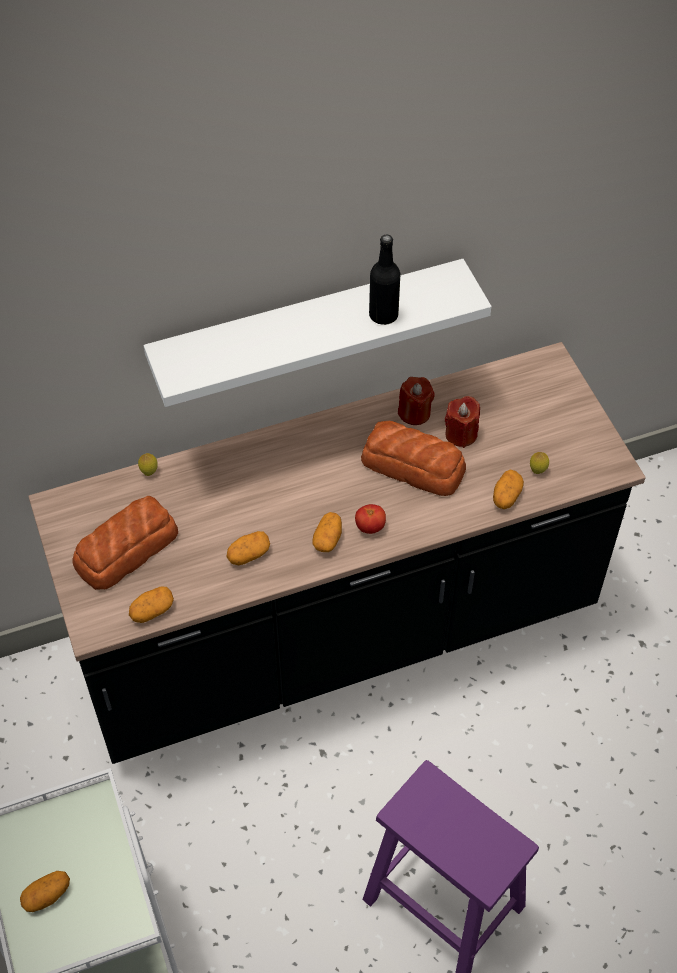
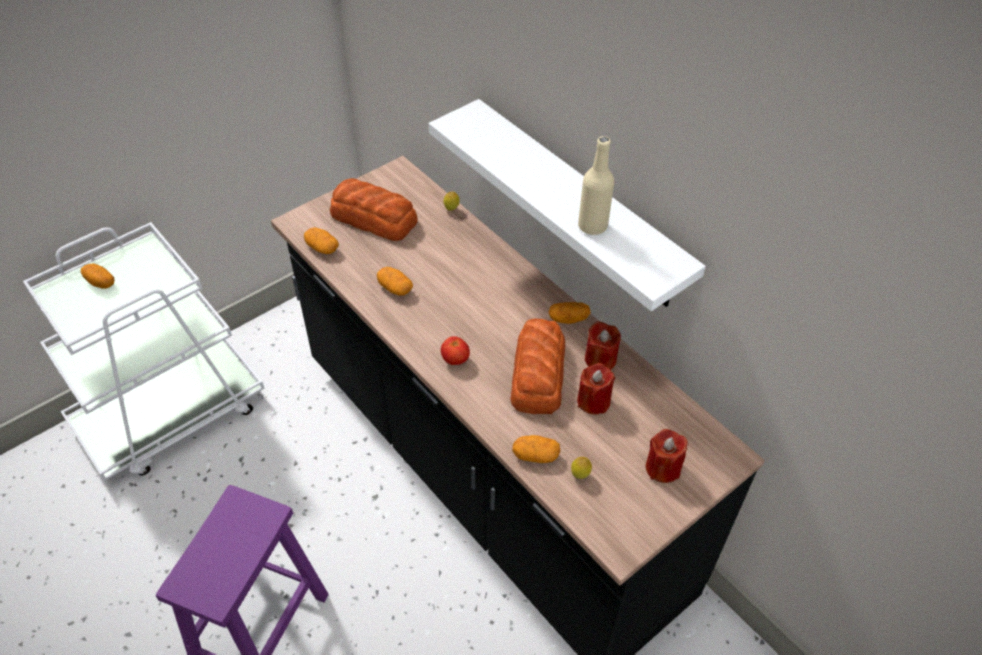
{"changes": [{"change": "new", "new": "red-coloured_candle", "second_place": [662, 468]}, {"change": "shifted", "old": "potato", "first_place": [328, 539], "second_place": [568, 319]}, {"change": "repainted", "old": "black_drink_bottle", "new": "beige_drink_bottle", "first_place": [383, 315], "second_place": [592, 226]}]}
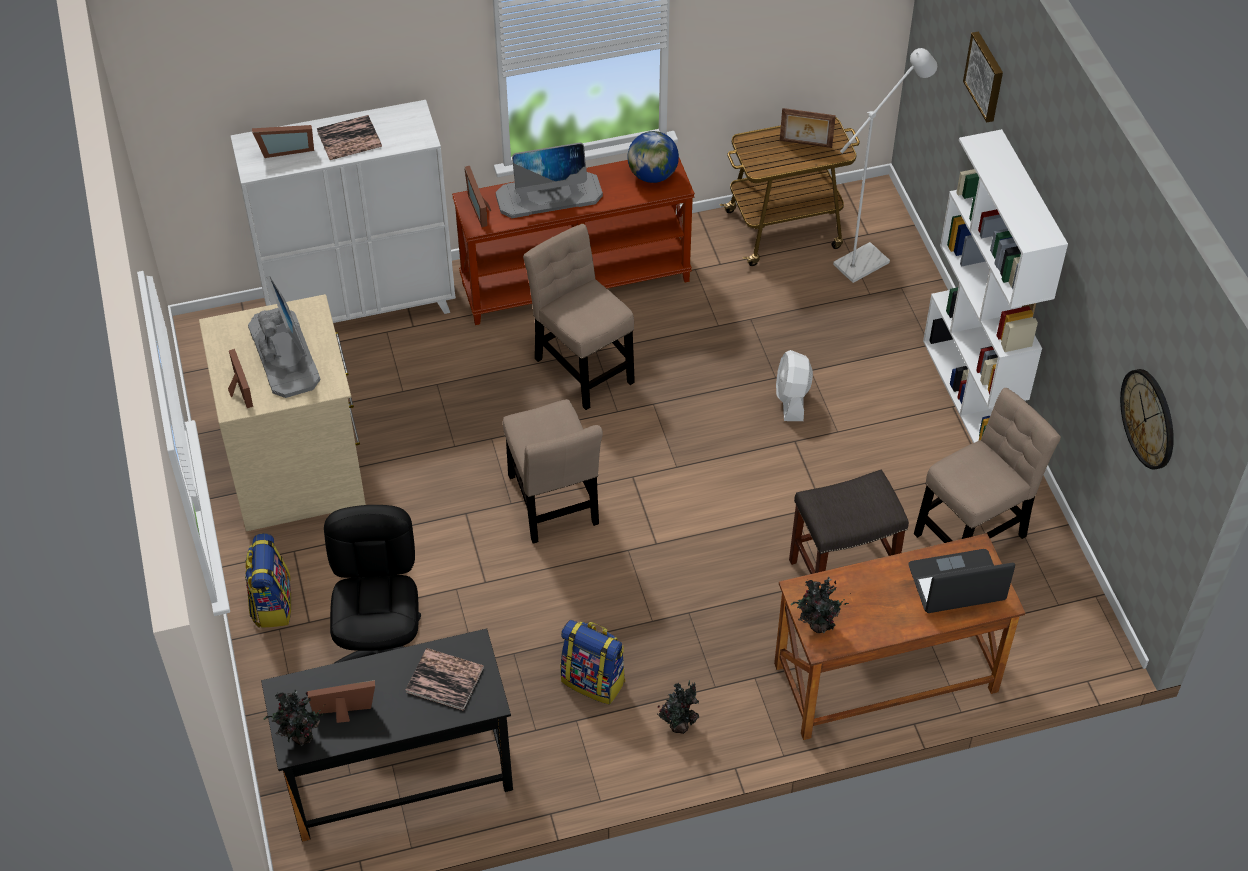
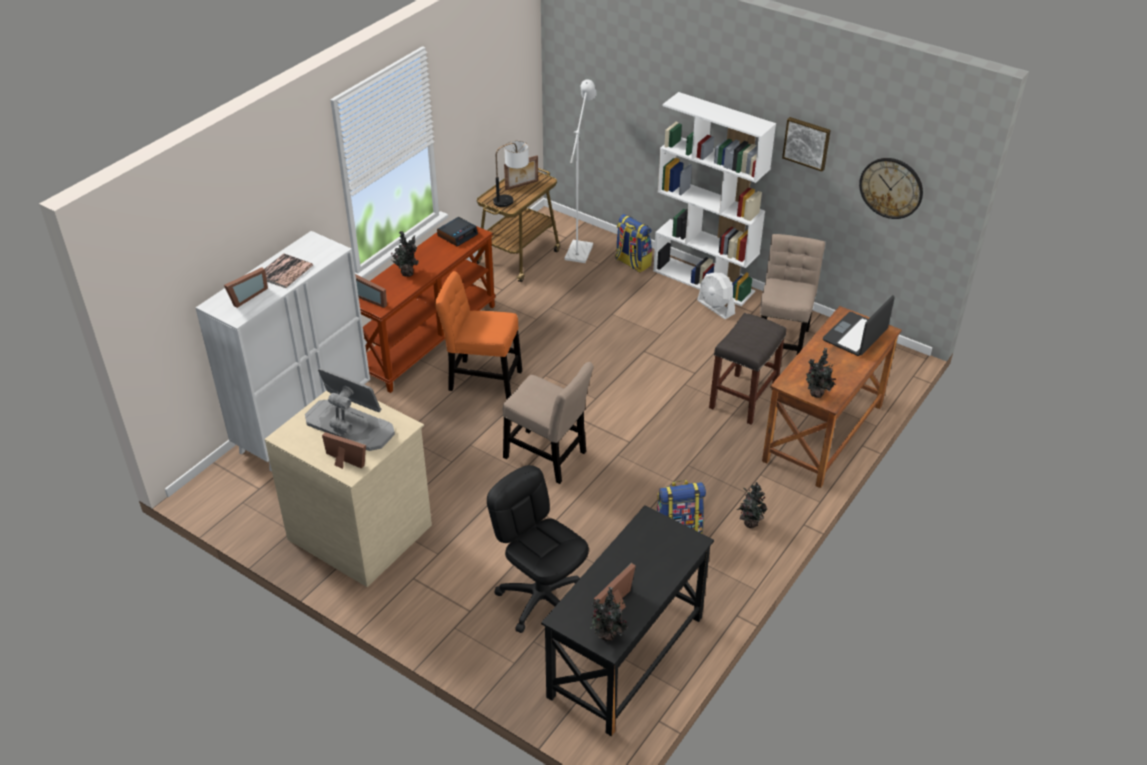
{"changes": [{"change": "gone", "old": "book", "first_place": [445, 679]}, {"change": "new", "new": "table_lamp", "second_place": [511, 198]}, {"change": "shifted", "old": "knapsack", "first_place": [271, 603], "second_place": [632, 263]}, {"change": "shifted", "old": "white-coloured_fan", "first_place": [792, 399], "second_place": [716, 307]}, {"change": "shifted", "old": "picture", "first_place": [986, 76], "second_place": [807, 143]}, {"change": "swapped", "old": "monitor", "new": "houseplant", "first_place": [550, 195], "second_place": [407, 272]}, {"change": "swapped", "old": "desk_globe", "new": "table_clock", "first_place": [652, 175], "second_place": [457, 235]}, {"change": "repainted", "old": "beige_chair", "new": "orangey_chair", "first_place": [582, 366], "second_place": [481, 379]}]}
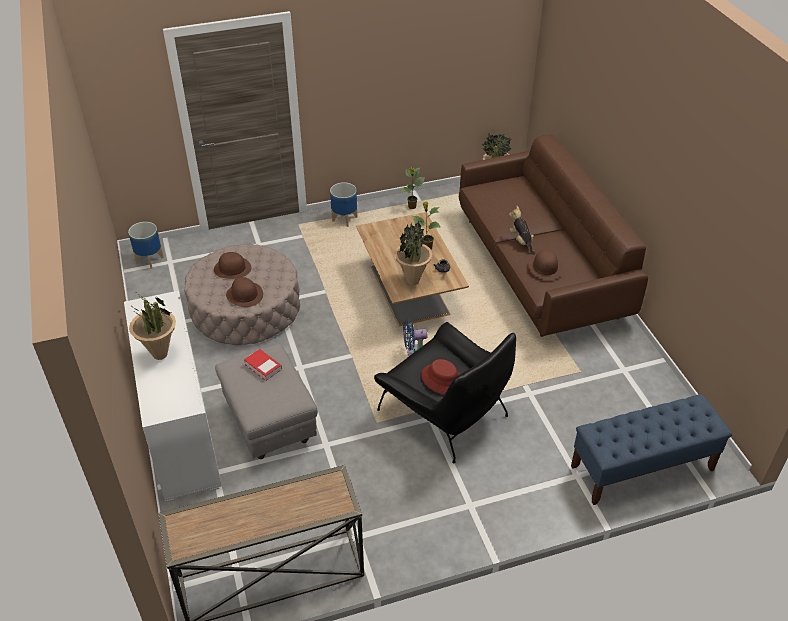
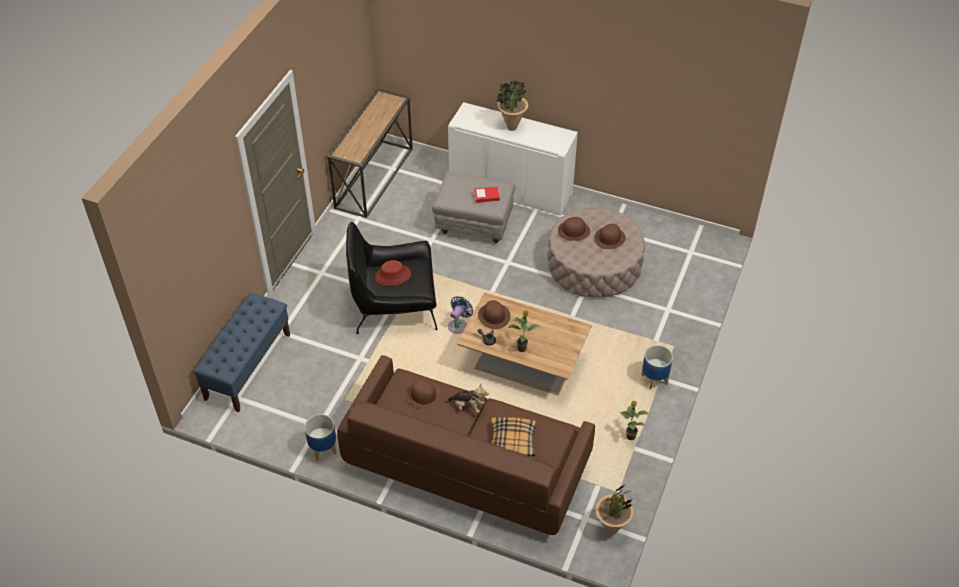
{"changes": [{"change": "new", "new": "cushion", "second_place": [512, 441]}, {"change": "shifted", "old": "planter", "first_place": [150, 260], "second_place": [322, 449]}, {"change": "swapped", "old": "houseplant", "new": "brownish_hat", "first_place": [412, 281], "second_place": [493, 316]}]}
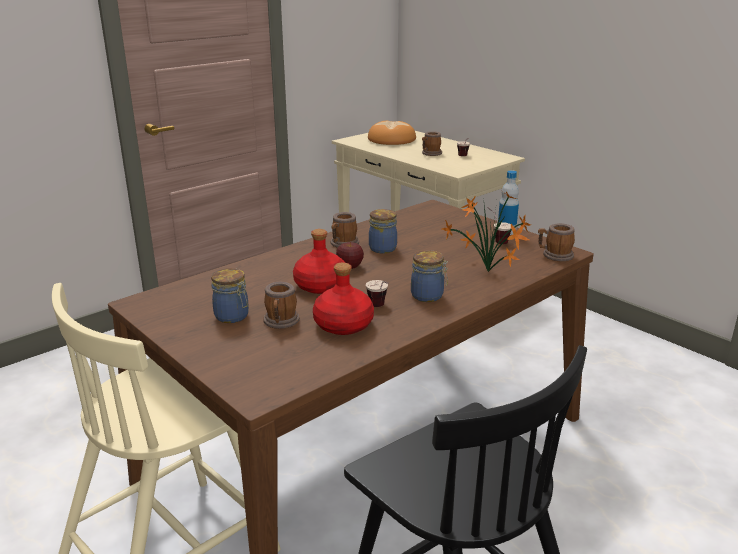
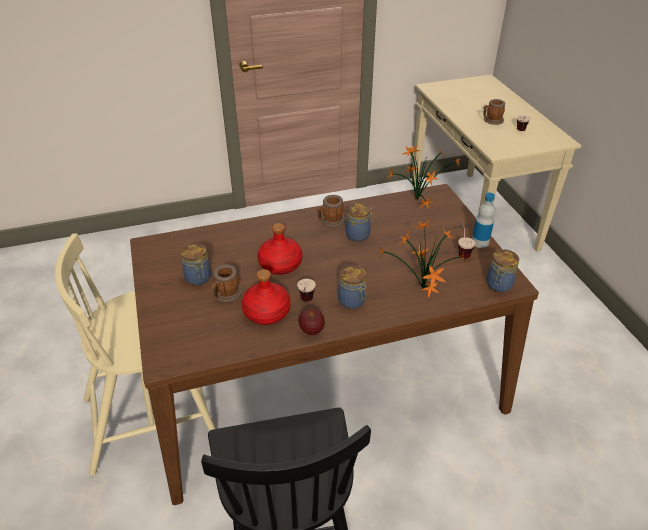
{"changes": [{"change": "gone", "old": "bakery_bread", "first_place": [391, 139]}, {"change": "new", "new": "houseplant", "second_place": [416, 199]}, {"change": "shifted", "old": "apple_fruit", "first_place": [350, 266], "second_place": [311, 330]}, {"change": "swapped", "old": "tea_mug", "new": "preserve_jar", "first_place": [554, 255], "second_place": [498, 285]}]}
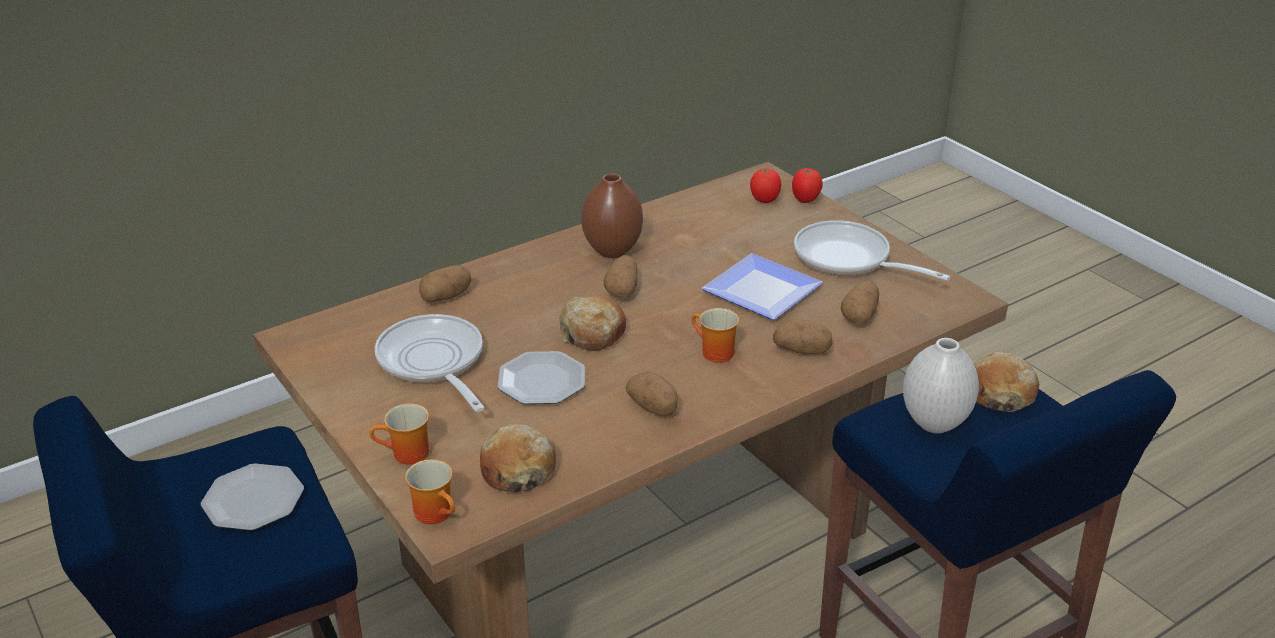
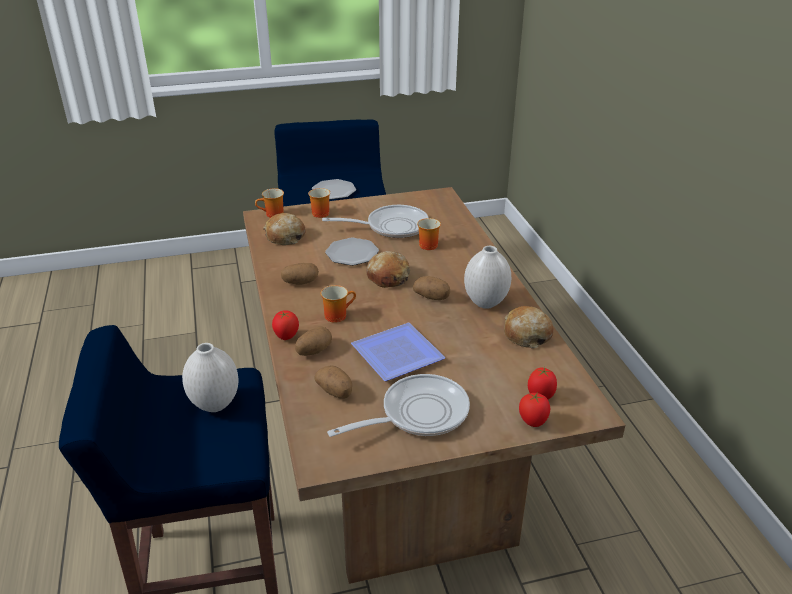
{"changes": [{"change": "gone", "old": "potato", "first_place": [446, 297]}, {"change": "new", "new": "tomato", "second_place": [286, 337]}, {"change": "new", "new": "tea_mug", "second_place": [427, 244]}, {"change": "shifted", "old": "bakery_bread", "first_place": [1000, 393], "second_place": [527, 334]}, {"change": "repainted", "old": "brownish_decorative_vase", "new": "white-coloured_decorative_vase", "first_place": [613, 251], "second_place": [485, 303]}]}
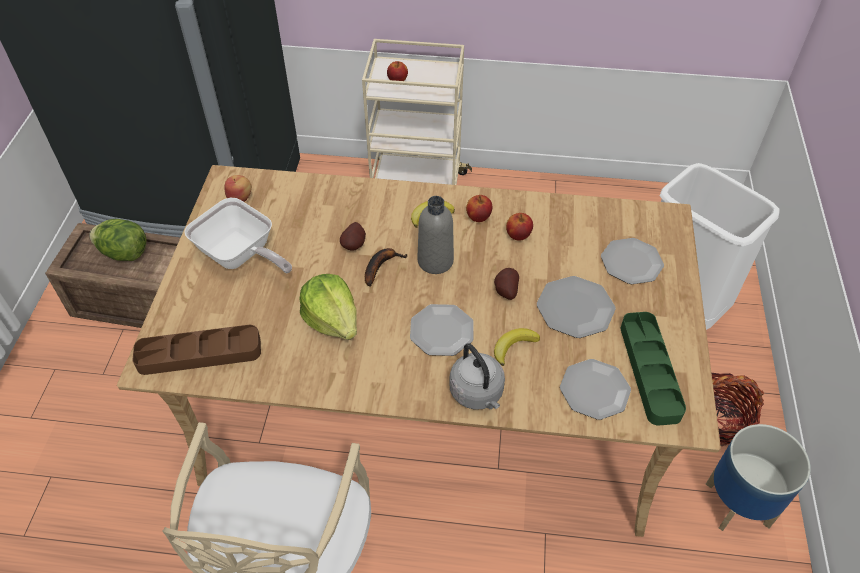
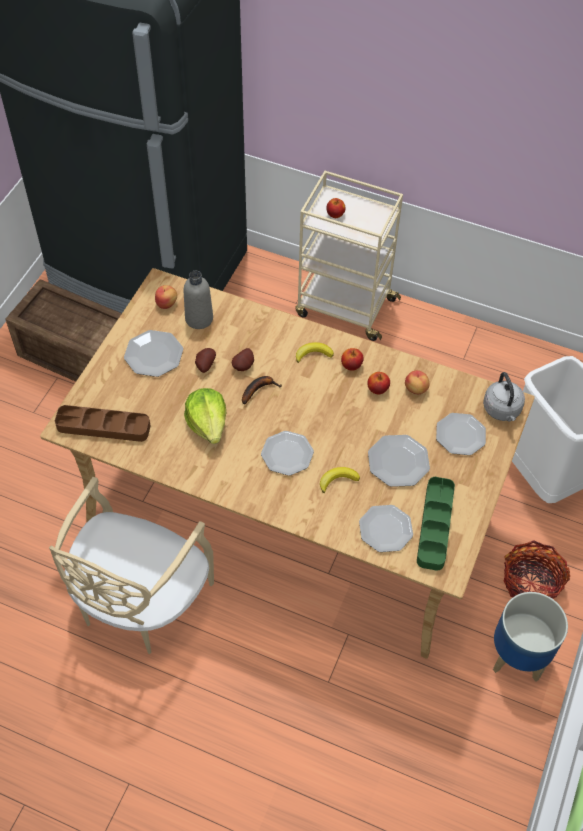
{"changes": [{"change": "gone", "old": "lettuce", "first_place": [124, 253]}, {"change": "new", "new": "apple_fruit", "second_place": [415, 389]}, {"change": "shifted", "old": "gray_drink_bottle", "first_place": [435, 261], "second_place": [199, 319]}, {"change": "shifted", "old": "gray_water_kettle", "first_place": [477, 393], "second_place": [502, 410]}, {"change": "shifted", "old": "potato", "first_place": [505, 291], "second_place": [204, 365]}, {"change": "swapped", "old": "pan", "new": "plate", "first_place": [240, 256], "second_place": [153, 355]}]}
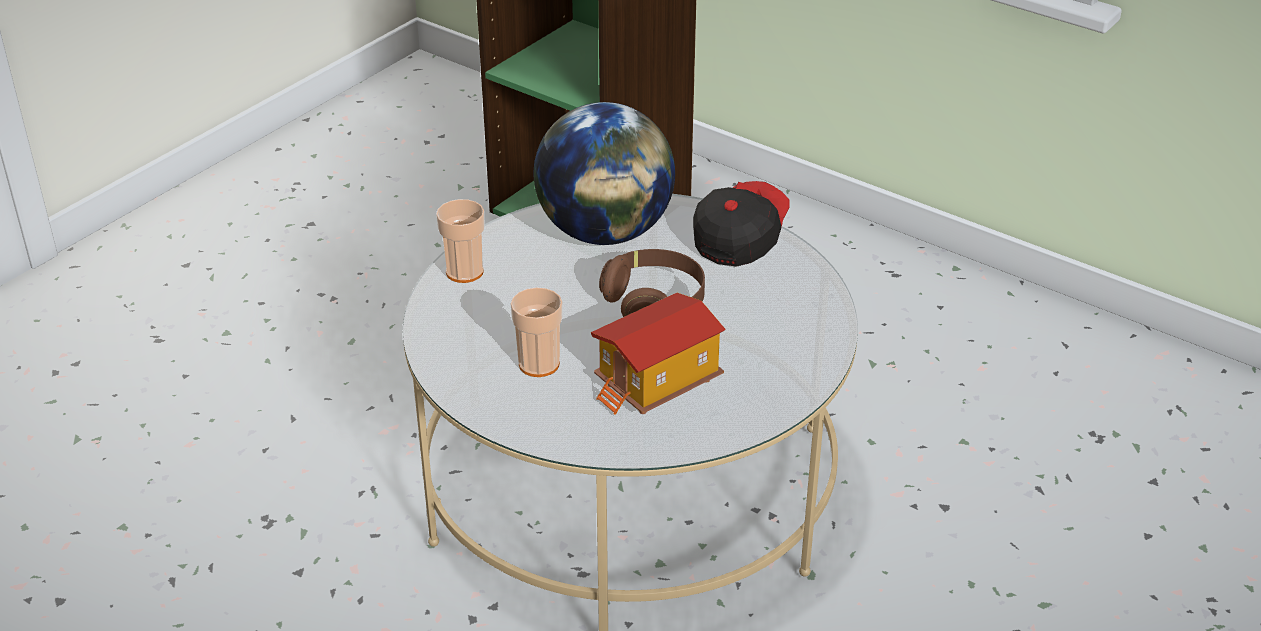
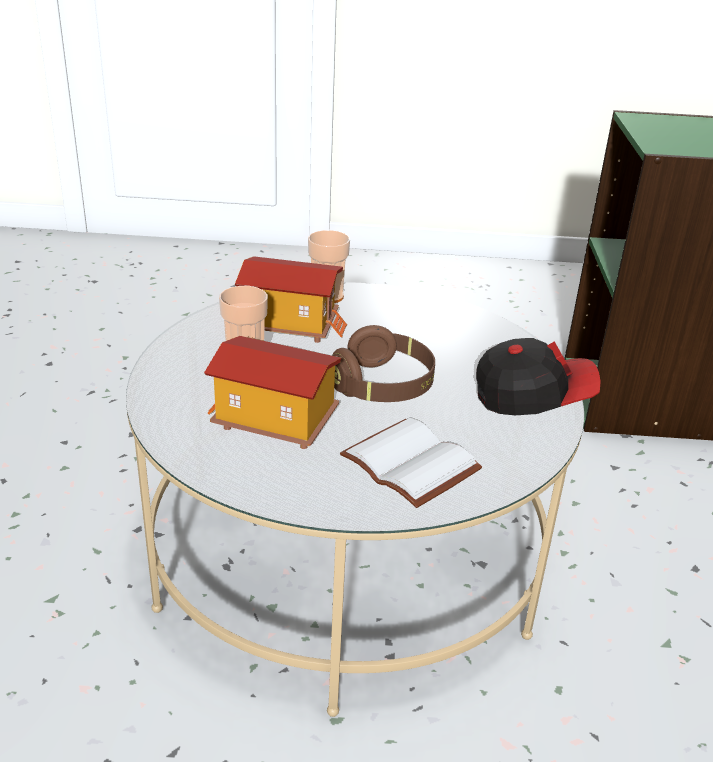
{"changes": [{"change": "gone", "old": "desk_globe", "first_place": [605, 233]}, {"change": "new", "new": "toy_house", "second_place": [290, 325]}, {"change": "new", "new": "white-coloured_book", "second_place": [406, 465]}]}
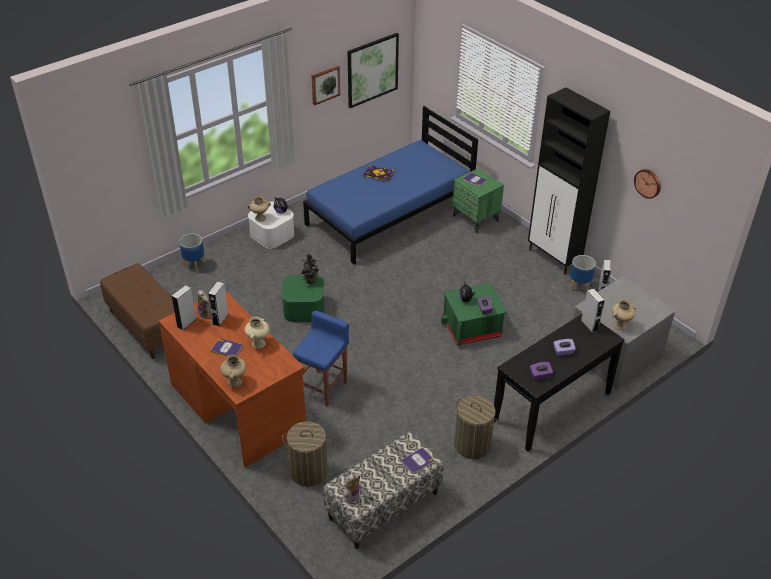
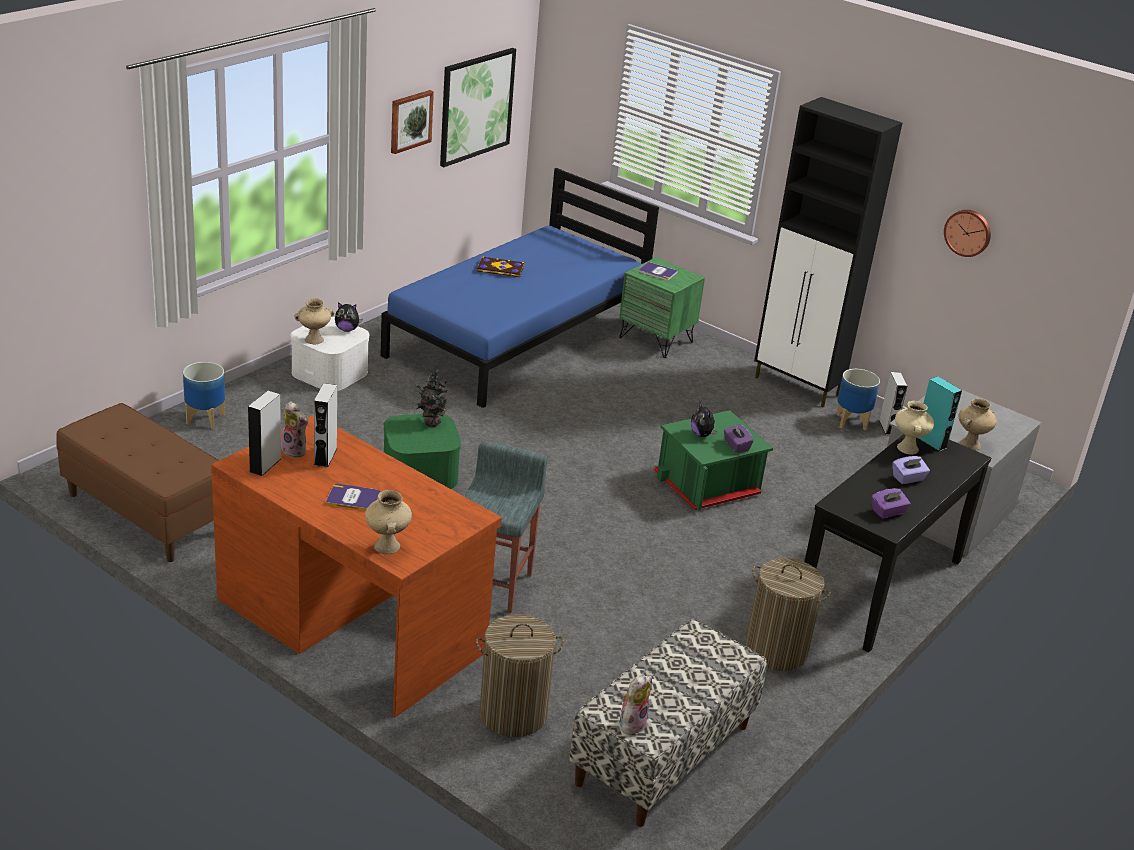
{"changes": [{"change": "gone", "old": "book", "first_place": [417, 461]}, {"change": "shifted", "old": "beige_decorative_vase", "first_place": [258, 343], "second_place": [907, 448]}, {"change": "repainted", "old": "bluish_sitting_stool", "new": "gray_sitting_stool", "first_place": [323, 387], "second_place": [493, 585]}, {"change": "repainted", "old": "gray_loudspeaker", "new": "turquoise_loudspeaker", "first_place": [589, 325], "second_place": [930, 442]}]}
